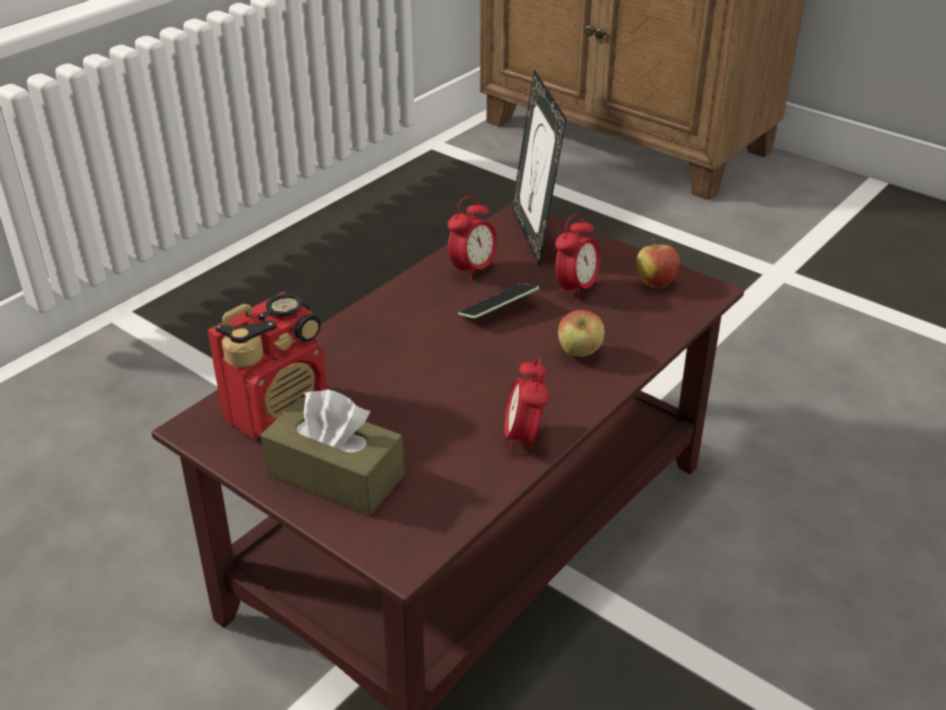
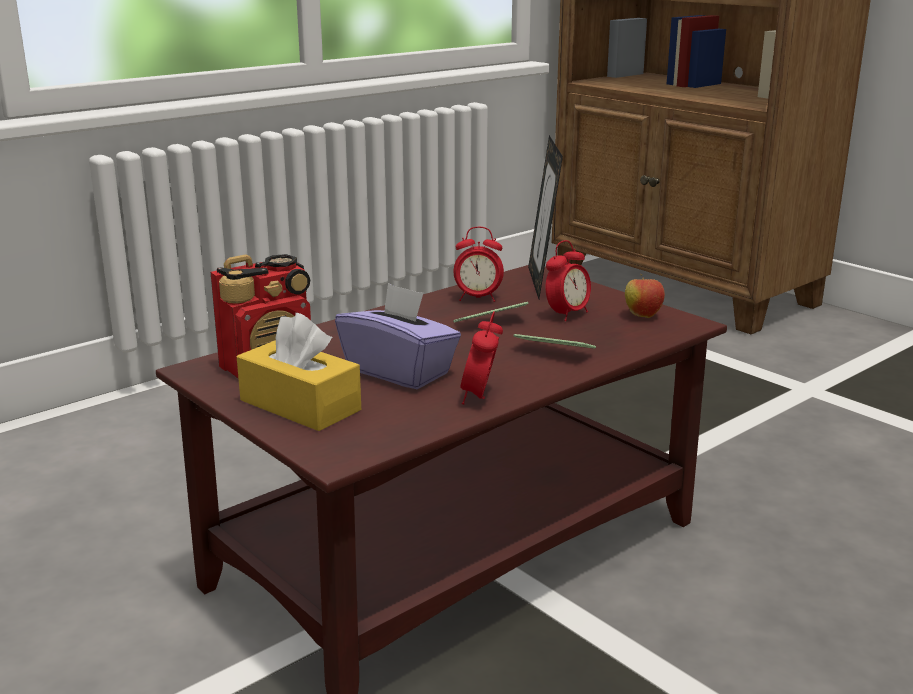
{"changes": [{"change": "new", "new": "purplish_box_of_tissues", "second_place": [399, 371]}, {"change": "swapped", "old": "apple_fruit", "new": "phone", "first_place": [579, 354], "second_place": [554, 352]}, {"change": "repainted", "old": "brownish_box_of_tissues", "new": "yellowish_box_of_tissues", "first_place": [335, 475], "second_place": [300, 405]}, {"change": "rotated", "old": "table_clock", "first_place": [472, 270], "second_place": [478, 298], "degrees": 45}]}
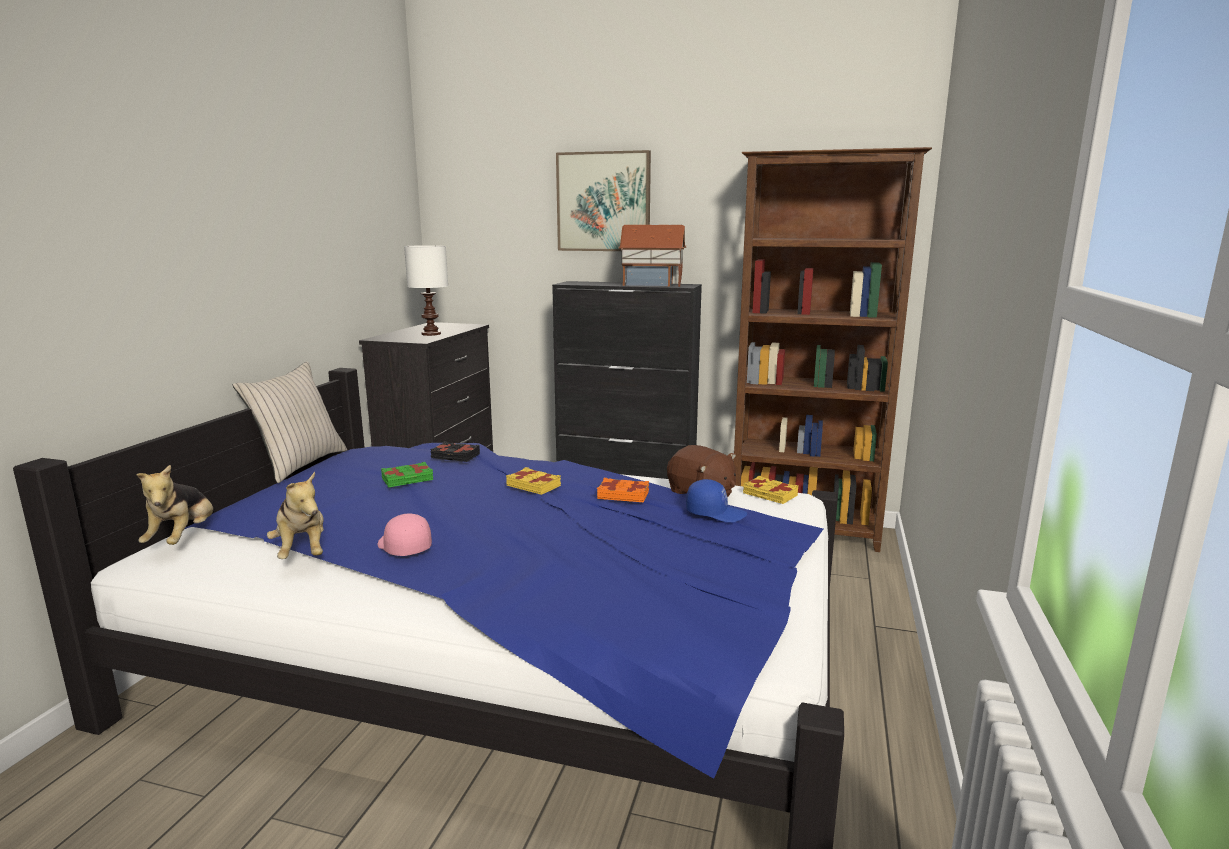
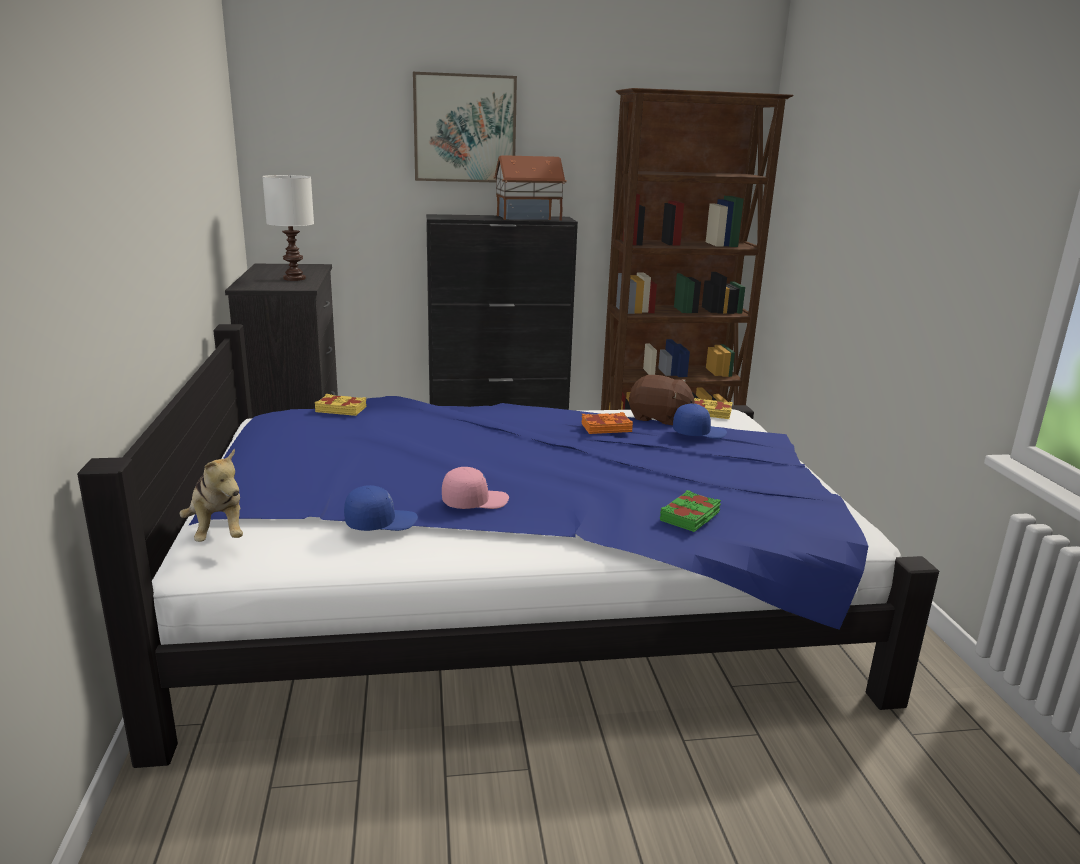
{"changes": [{"change": "gone", "old": "beige_cushion", "first_place": [299, 465]}, {"change": "gone", "old": "black_book", "first_place": [455, 456]}, {"change": "shifted", "old": "green_book", "first_place": [408, 479], "second_place": [690, 517]}, {"change": "shifted", "old": "yellowish_book", "first_place": [534, 485], "second_place": [341, 409]}, {"change": "swapped", "old": "plush_toy", "new": "bluish_cap", "first_place": [303, 552], "second_place": [380, 522]}, {"change": "rotated", "old": "pink_cap", "first_place": [403, 547], "second_place": [474, 501], "degrees": 135}]}
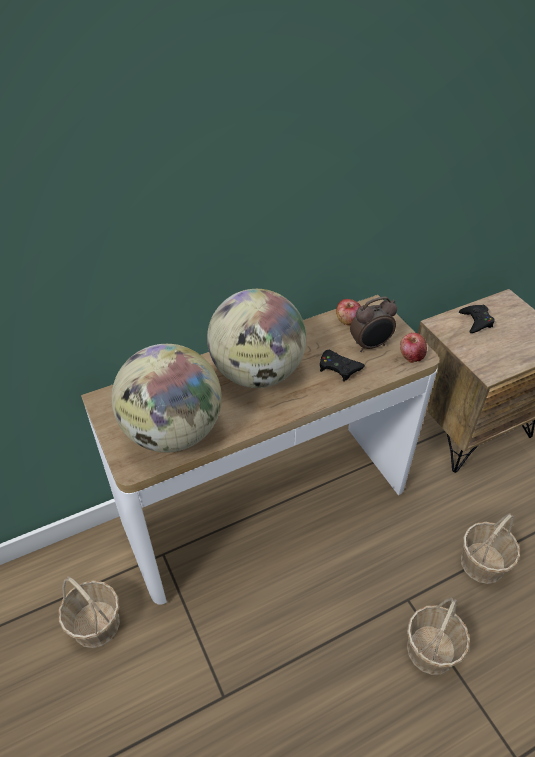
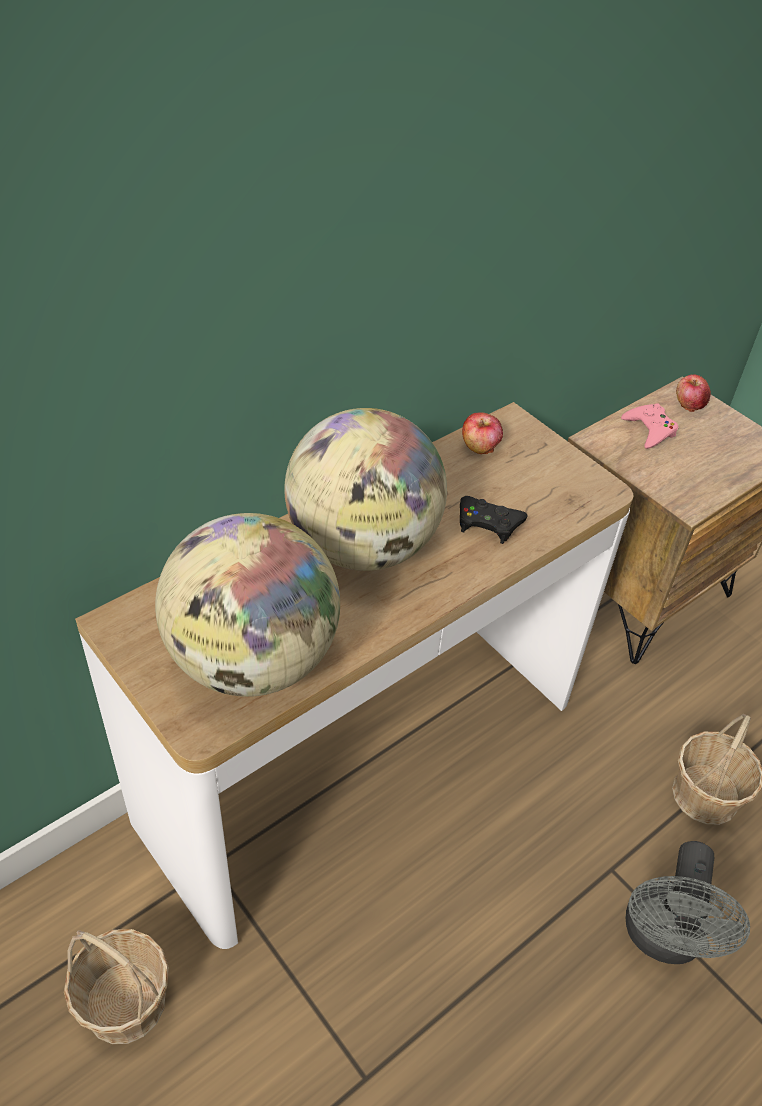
{"changes": [{"change": "gone", "old": "table_clock", "first_place": [370, 345]}, {"change": "shifted", "old": "apple_fruit", "first_place": [411, 356], "second_place": [689, 404]}, {"change": "swapped", "old": "household_basket", "new": "gray_fan", "first_place": [431, 649], "second_place": [663, 939]}, {"change": "repainted", "old": "black_joypad", "new": "pink_joypad", "first_place": [476, 321], "second_place": [649, 430]}]}
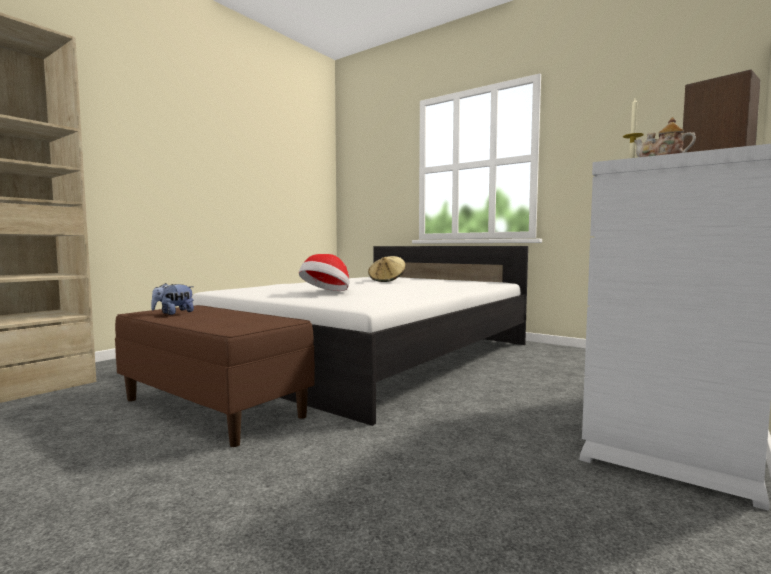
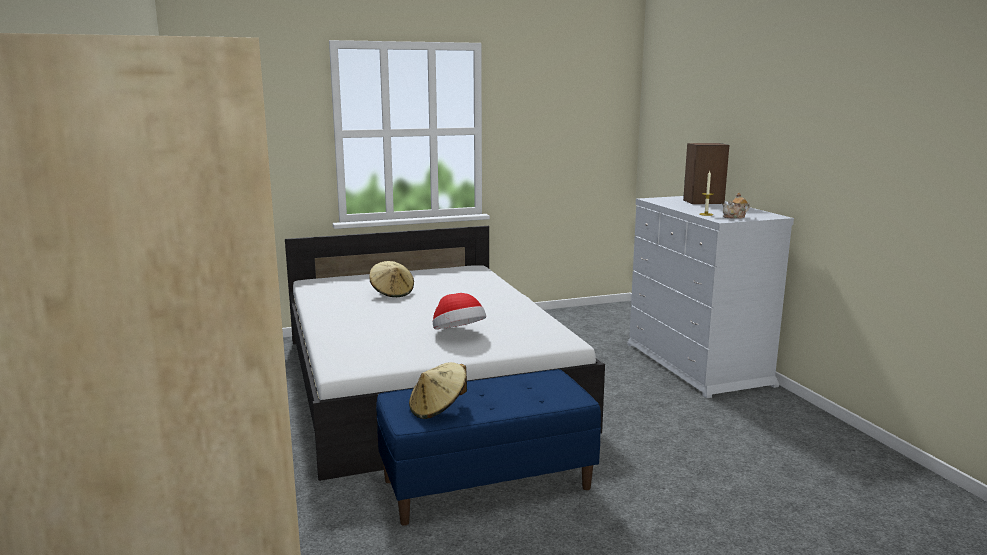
{"changes": [{"change": "swapped", "old": "plush_toy", "new": "beige_hat", "first_place": [174, 313], "second_place": [438, 409]}, {"change": "repainted", "old": "brownish_indoor_bench", "new": "bluish_indoor_bench", "first_place": [213, 407], "second_place": [487, 483]}]}
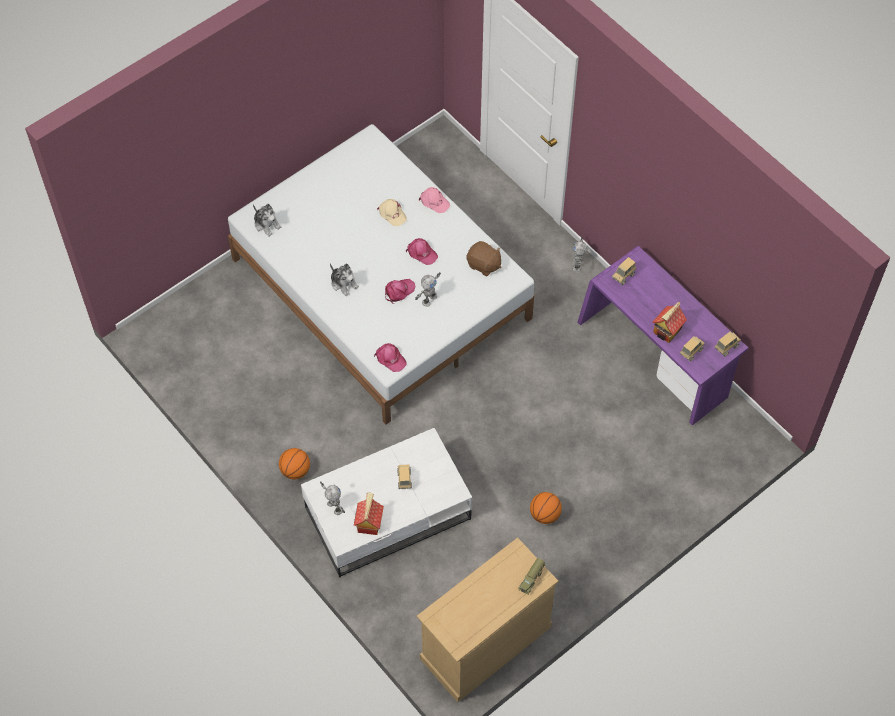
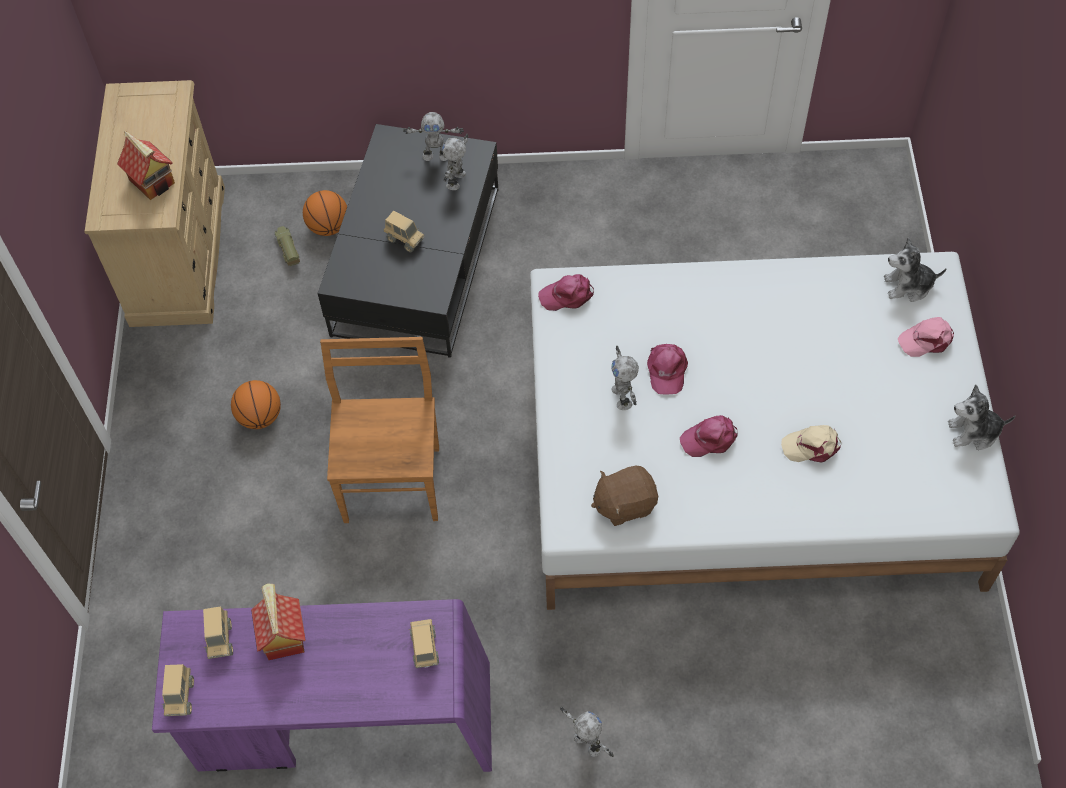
{"changes": [{"change": "new", "new": "brownish_chair", "second_place": [392, 481]}, {"change": "new", "new": "robot_figure", "second_place": [457, 180]}, {"change": "shifted", "old": "basketball_ball", "first_place": [295, 470], "second_place": [328, 226]}, {"change": "shifted", "old": "plush_toy", "first_place": [343, 283], "second_place": [974, 432]}, {"change": "shifted", "old": "toy_house", "first_place": [369, 522], "second_place": [153, 181]}, {"change": "shifted", "old": "pink_cap", "first_place": [434, 202], "second_place": [926, 339]}, {"change": "shifted", "old": "toy_lorry", "first_place": [532, 579], "second_place": [288, 251]}, {"change": "repainted", "old": "white-coloured_lounge_table", "new": "black_lounge_table", "first_place": [388, 512], "second_place": [416, 262]}]}
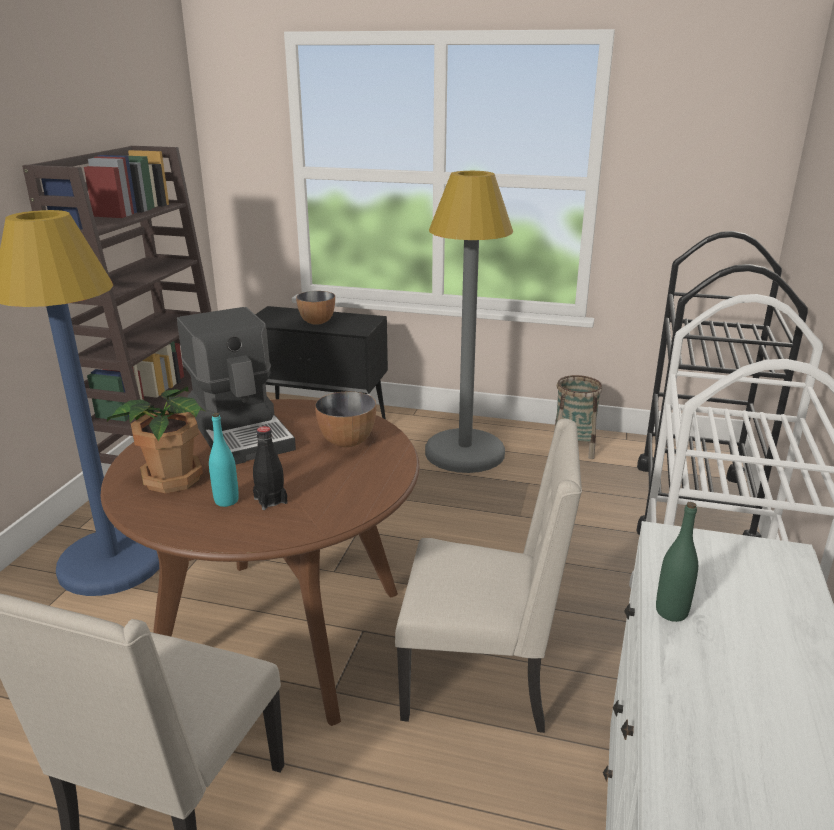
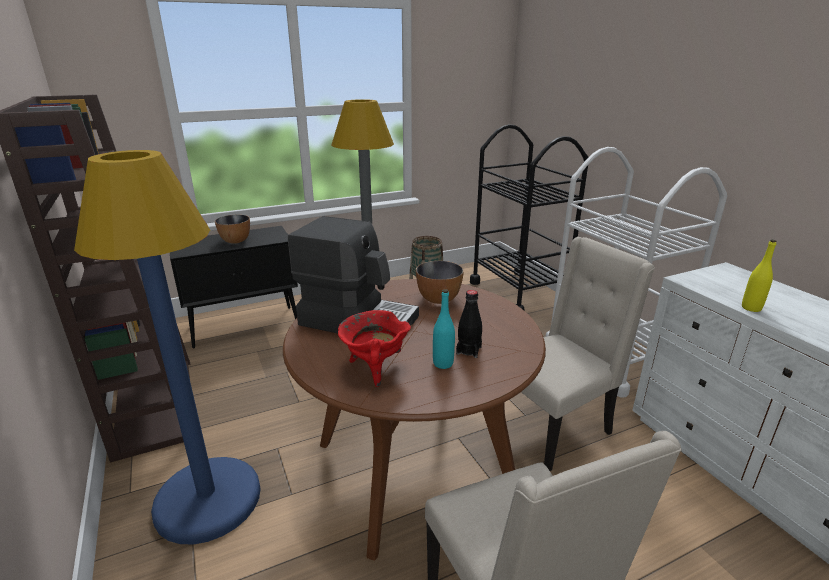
{"changes": [{"change": "swapped", "old": "houseplant", "new": "red-coloured_stockpot", "first_place": [171, 479], "second_place": [374, 368]}, {"change": "repainted", "old": "green_drink_bottle", "new": "yellowish_drink_bottle", "first_place": [671, 612], "second_place": [751, 308]}]}
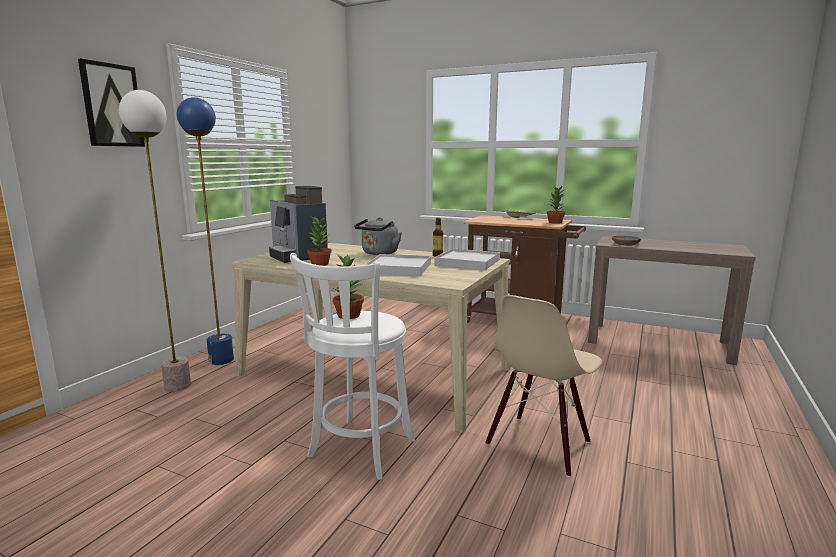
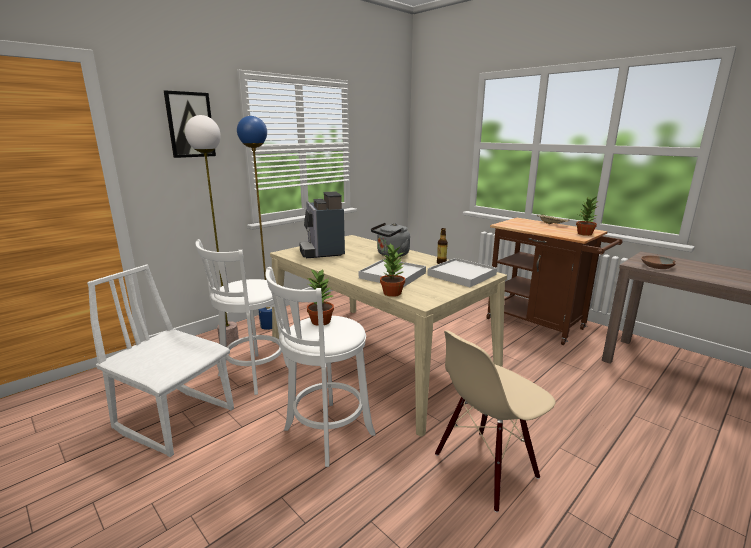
{"changes": [{"change": "new", "new": "white-coloured_chair", "second_place": [176, 418]}, {"change": "new", "new": "white-coloured_sitting_stool", "second_place": [253, 375]}, {"change": "shifted", "old": "houseplant", "first_place": [319, 264], "second_place": [392, 293]}]}
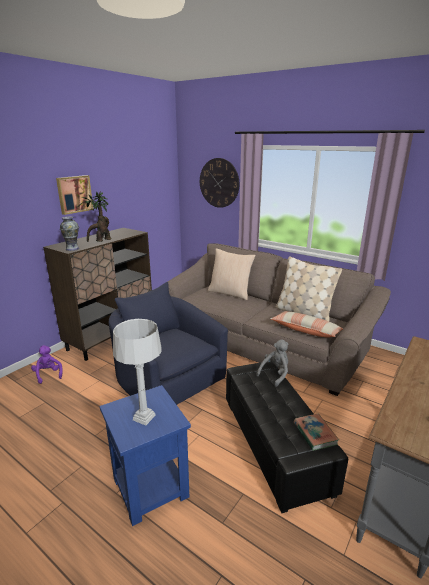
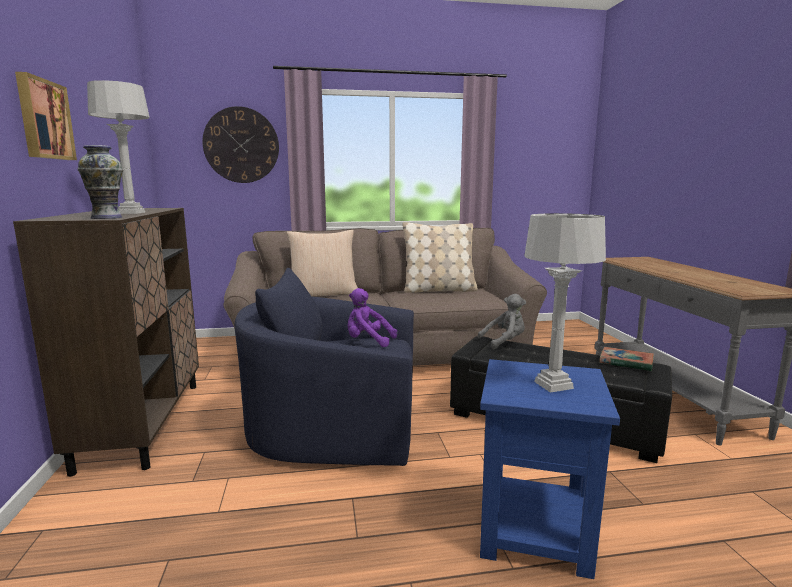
{"changes": [{"change": "gone", "old": "cushion", "first_place": [305, 330]}, {"change": "shifted", "old": "purplish_plush_toy", "first_place": [48, 374], "second_place": [367, 341]}, {"change": "swapped", "old": "houseplant", "new": "gray_table_lamp", "first_place": [101, 240], "second_place": [131, 213]}, {"change": "rotated", "old": "gray_plush_toy", "first_place": [275, 374], "second_place": [504, 342], "degrees": 75}]}
